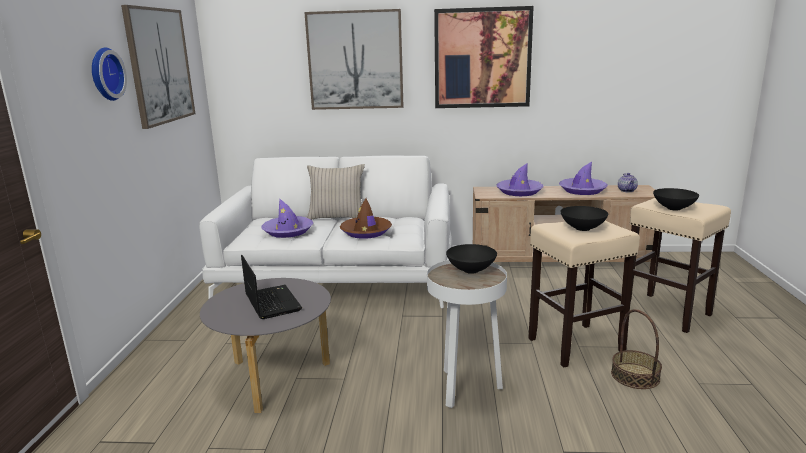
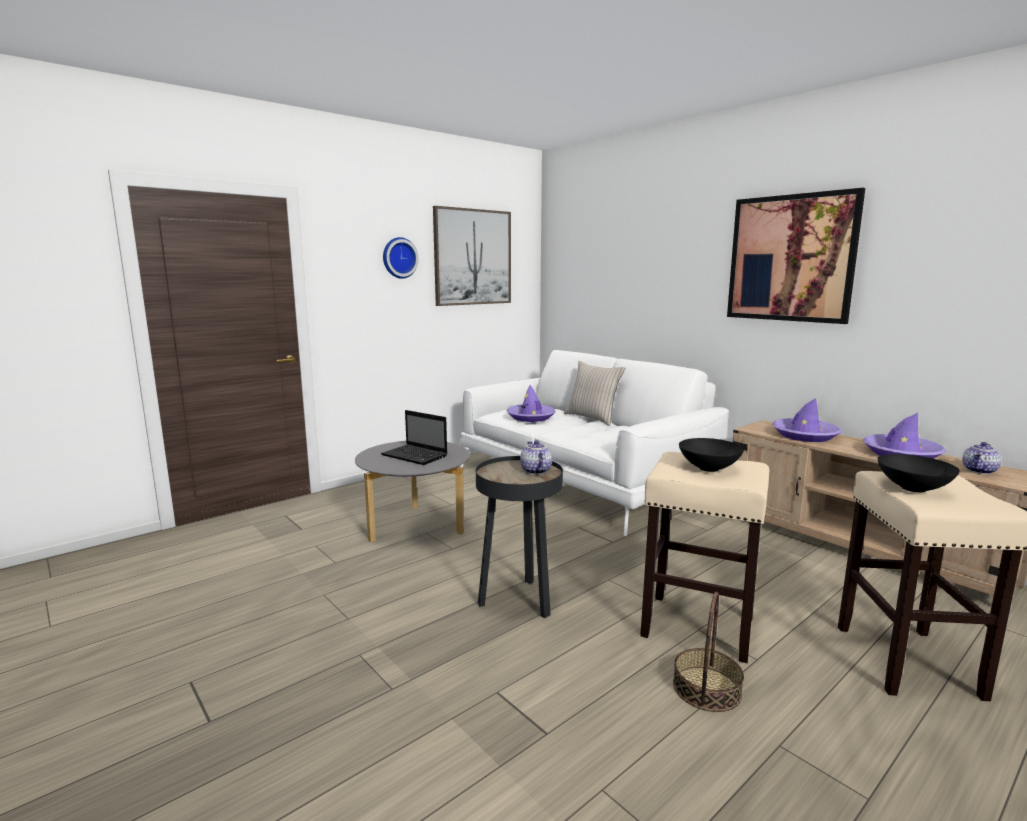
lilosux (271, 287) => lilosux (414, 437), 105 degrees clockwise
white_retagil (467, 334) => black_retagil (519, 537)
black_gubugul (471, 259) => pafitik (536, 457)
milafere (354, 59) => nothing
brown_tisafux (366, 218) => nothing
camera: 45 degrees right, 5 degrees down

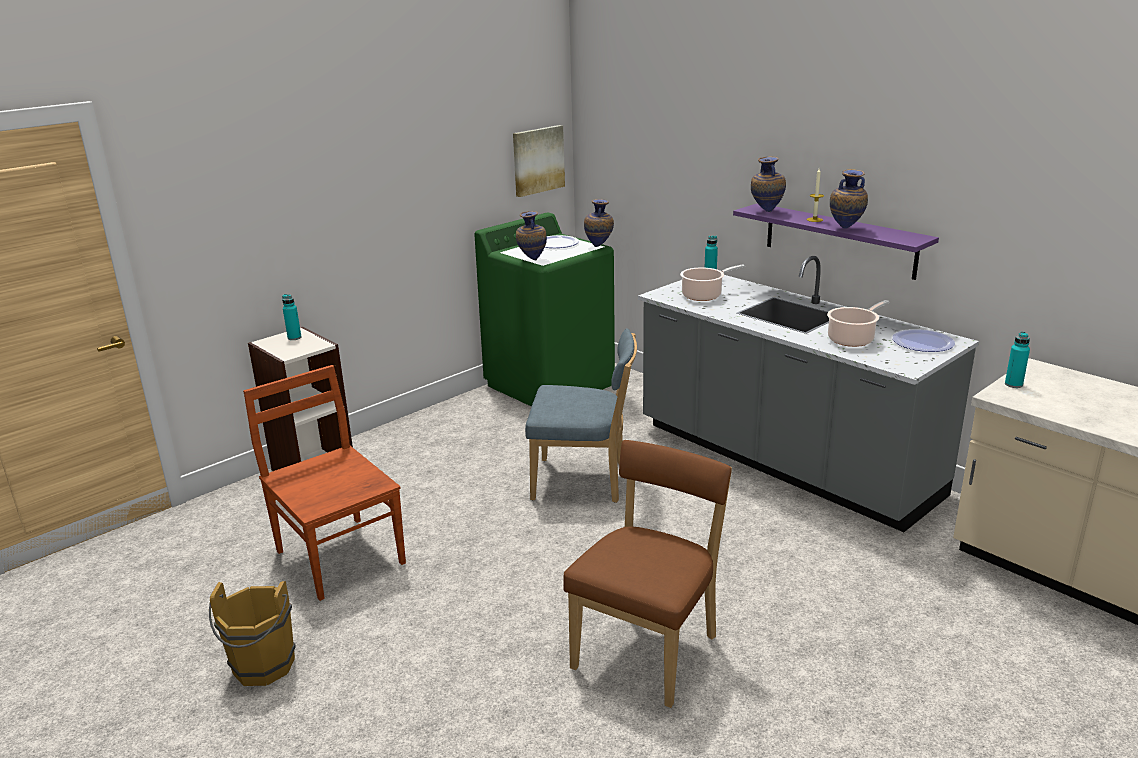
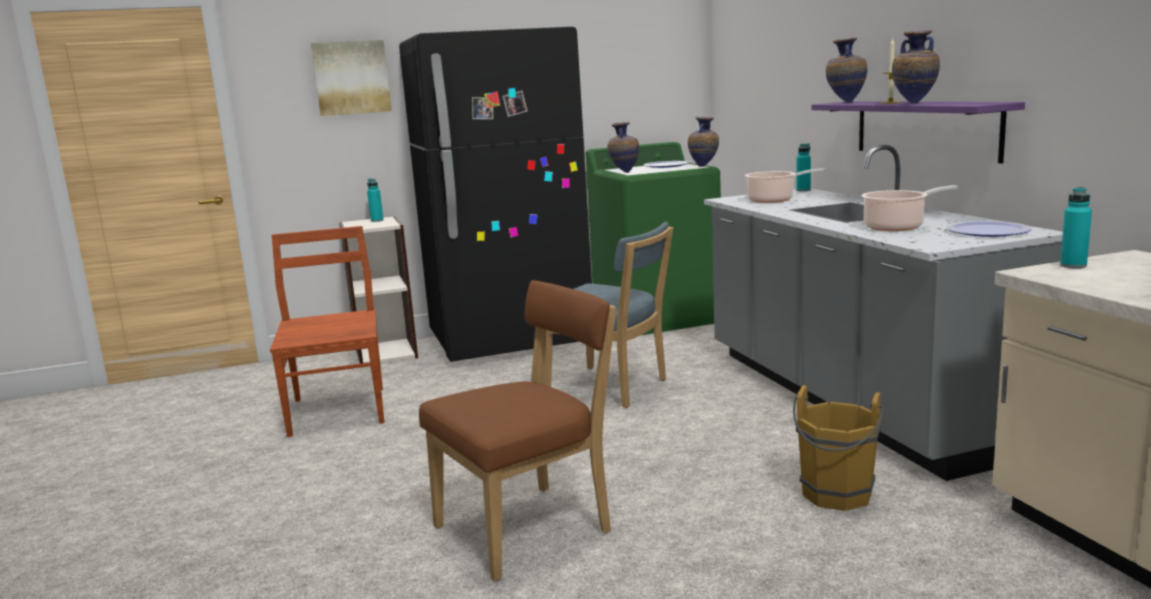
milafere (539, 161) => milafere (351, 78), move
nothing => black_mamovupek (495, 194)
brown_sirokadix (252, 633) => brown_sirokadix (838, 448), move
camera: 25 degrees right, 10 degrees down

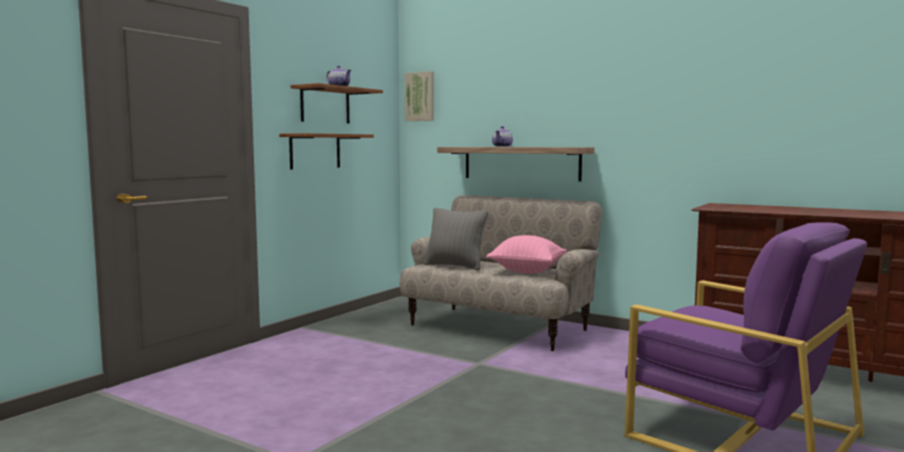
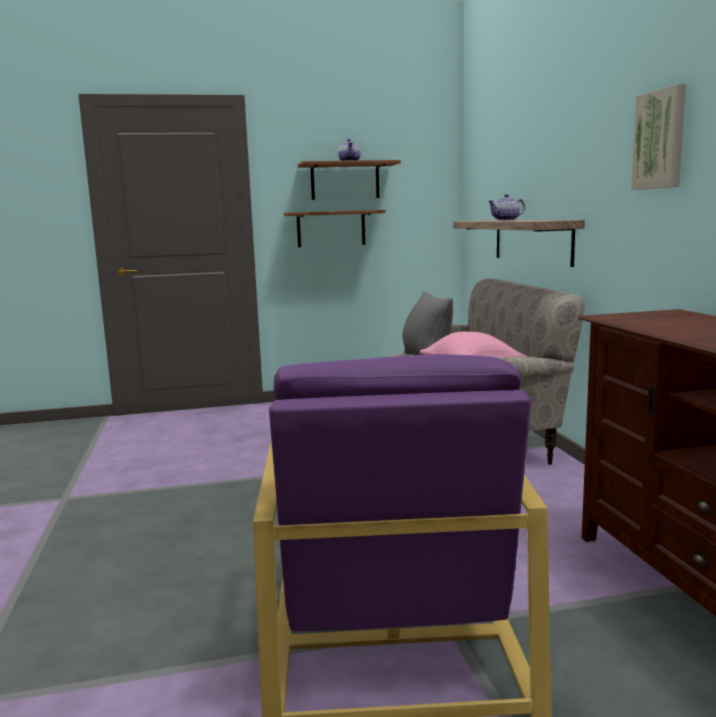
milafere (419, 96) => milafere (658, 137), move
camera: 45 degrees right, 5 degrees up

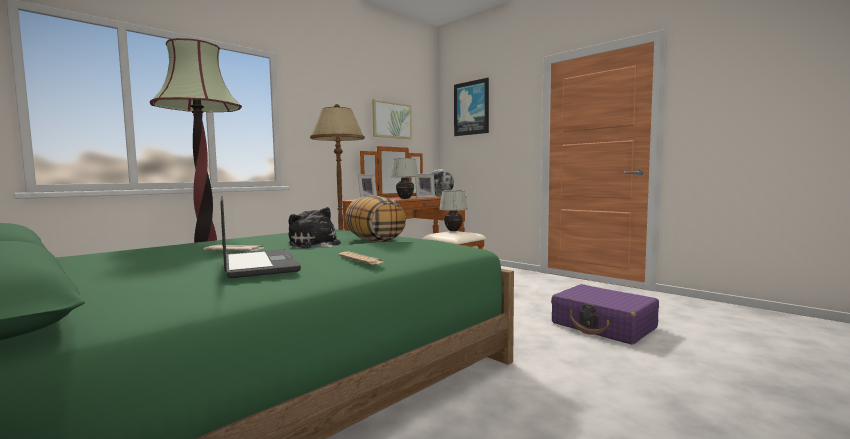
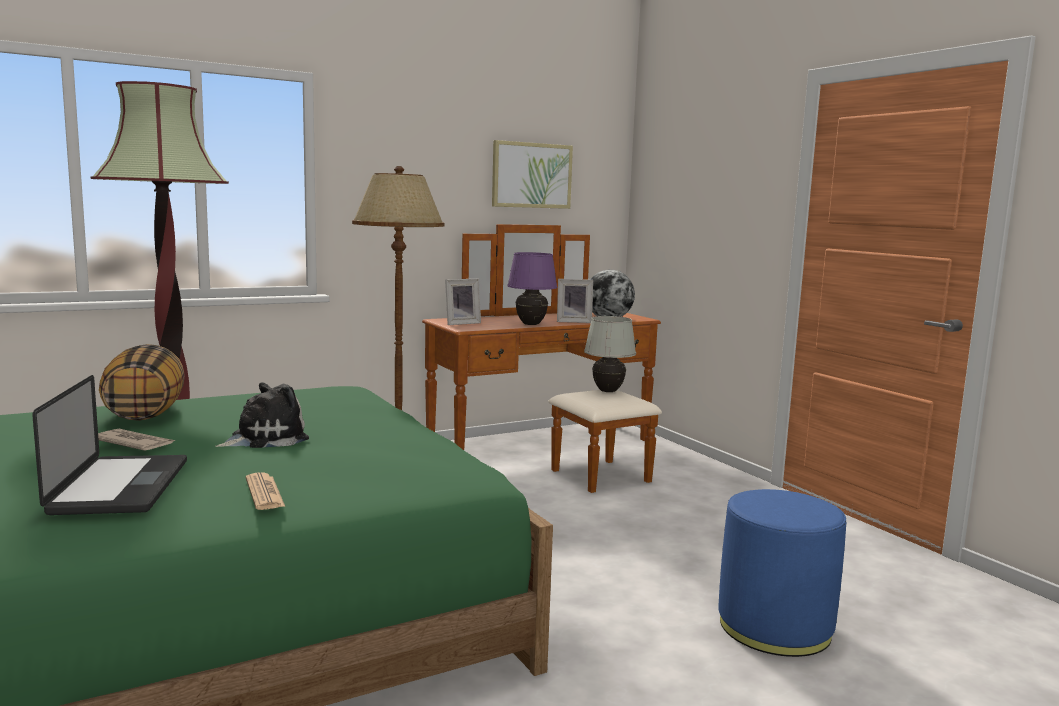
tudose (375, 218) => tudose (142, 382), move
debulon (314, 227) => debulon (262, 415), 75 degrees clockwise
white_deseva (405, 178) => purple_deseva (532, 288)
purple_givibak (605, 314) => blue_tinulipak (782, 573)
milafere (471, 107) => nothing
camera: 15 degrees right, 5 degrees up

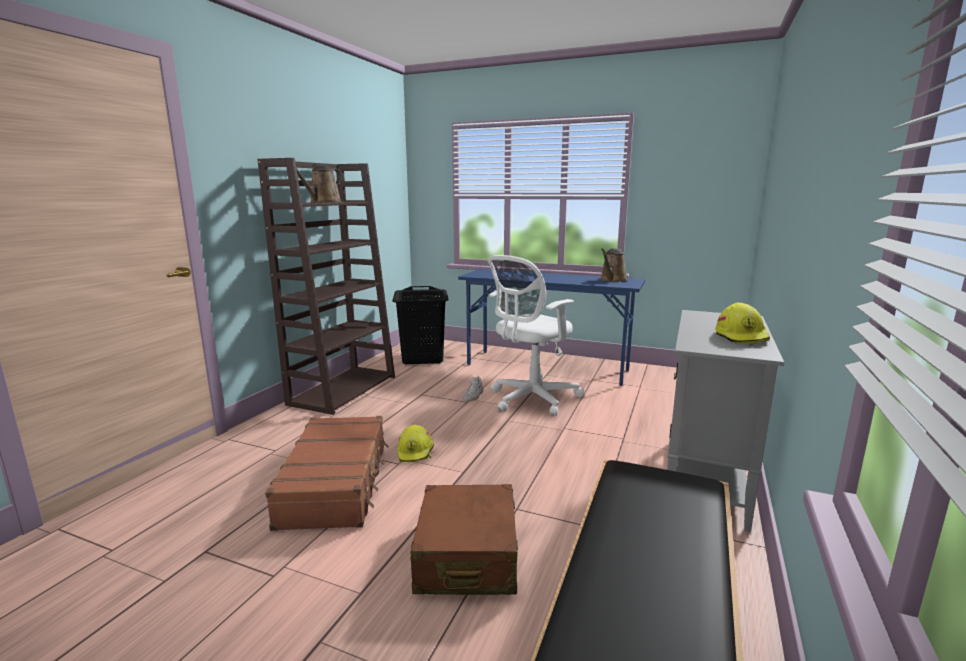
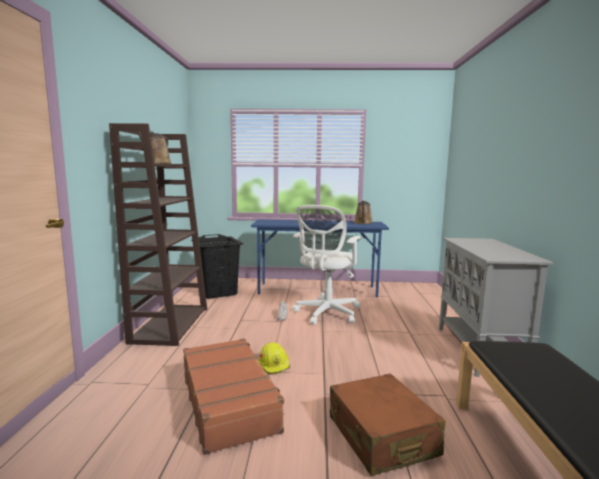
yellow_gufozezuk (742, 323) => nothing
camera: 20 degrees left, 5 degrees down

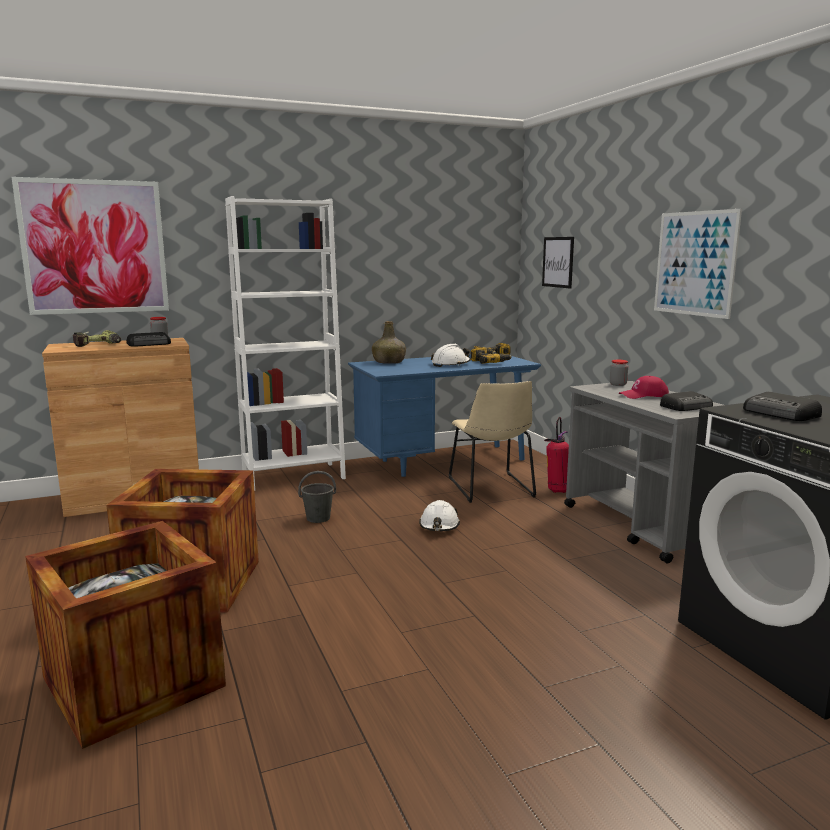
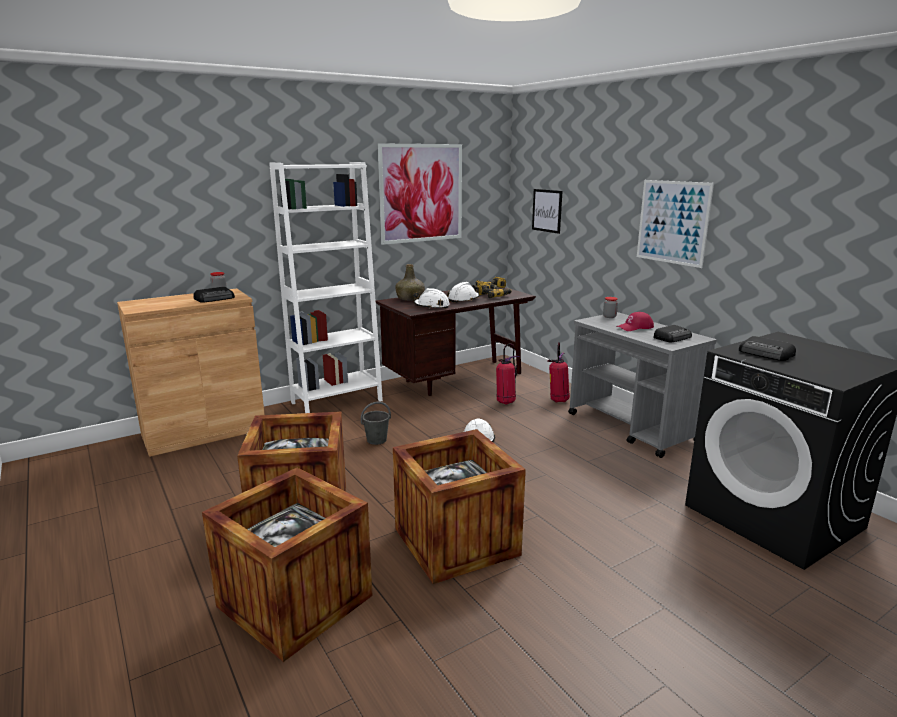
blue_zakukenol (444, 415) => brown_zakukenol (456, 341)
milafere (90, 246) => milafere (420, 194), move
nothing => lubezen (459, 506)
nothing => white_gufozezuk (431, 298)
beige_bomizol (492, 442) => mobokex (507, 374)
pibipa (96, 338) => nothing
camera: 10 degrees left, 5 degrees up

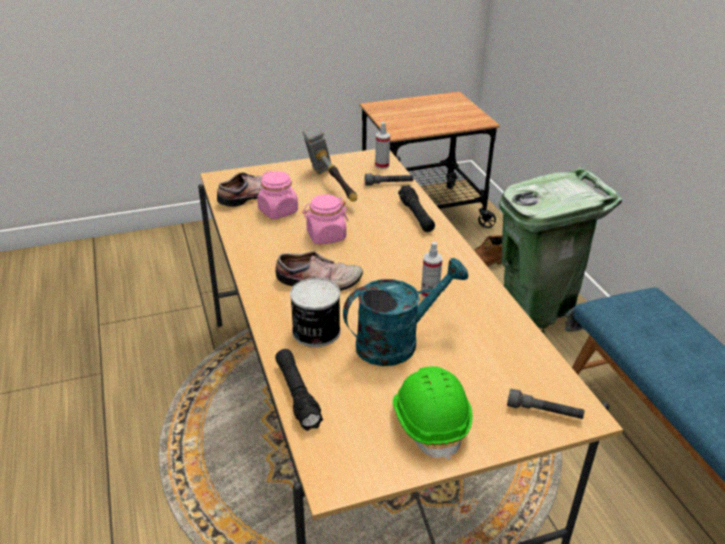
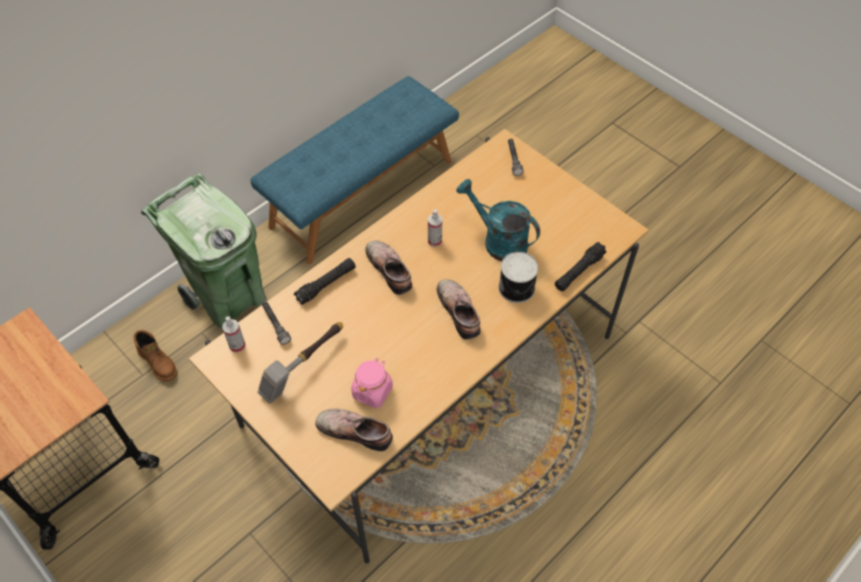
nothing => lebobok (388, 268)
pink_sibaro (325, 219) => nothing
green_gufozezuk (433, 413) => nothing
camera: 115 degrees left, 20 degrees up

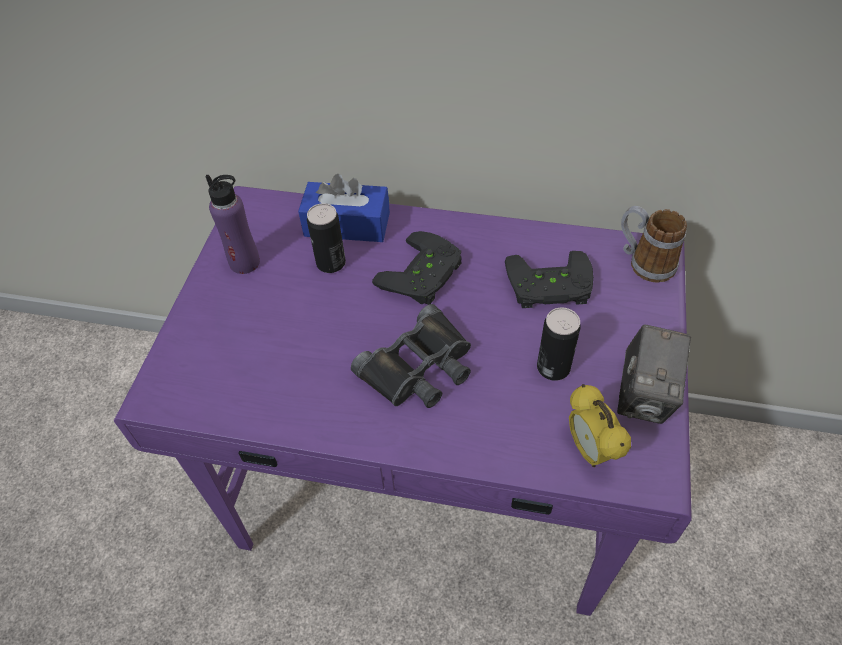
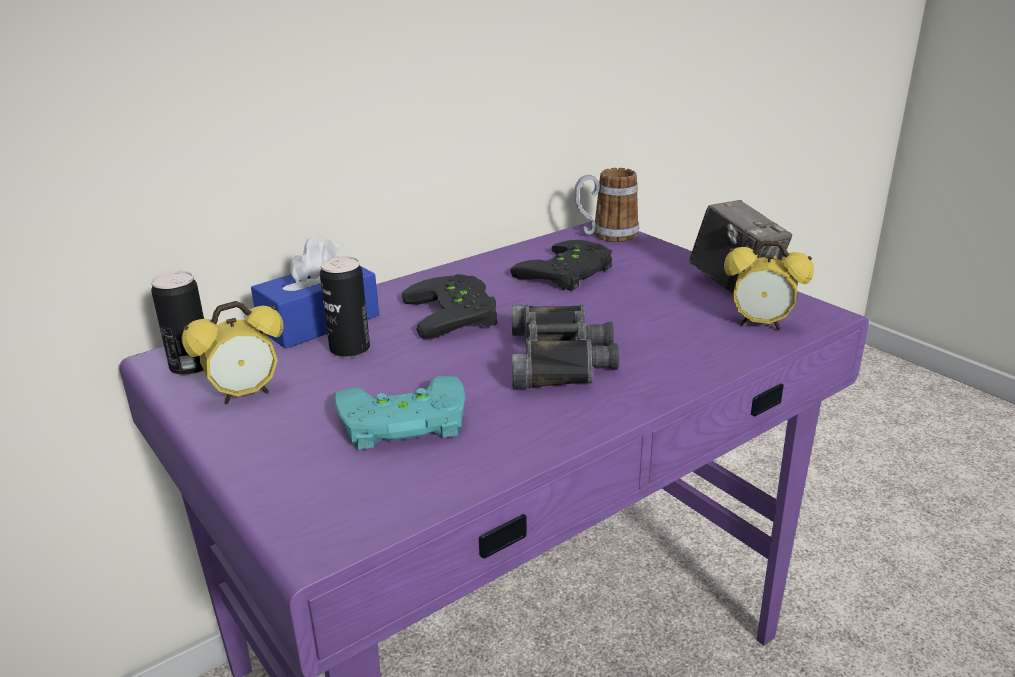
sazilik (559, 344) => sazilik (177, 323), move
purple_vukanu (233, 224) => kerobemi (232, 352)
nothing => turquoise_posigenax (399, 413)
camera: 50 degrees left, 25 degrees down

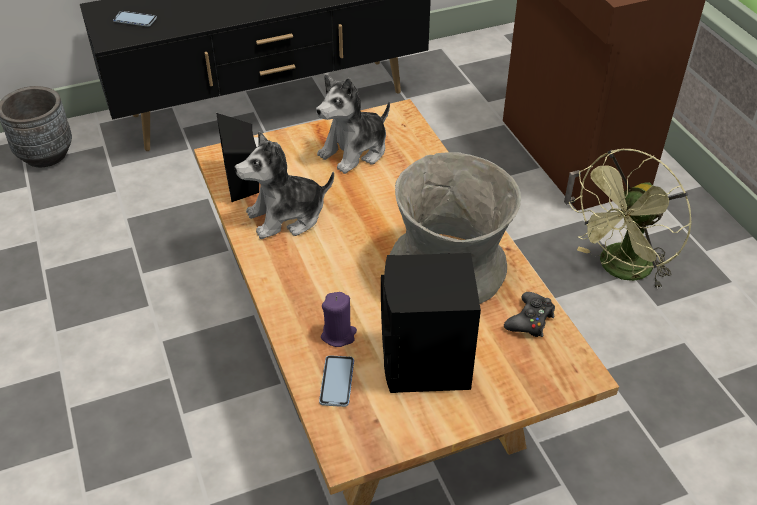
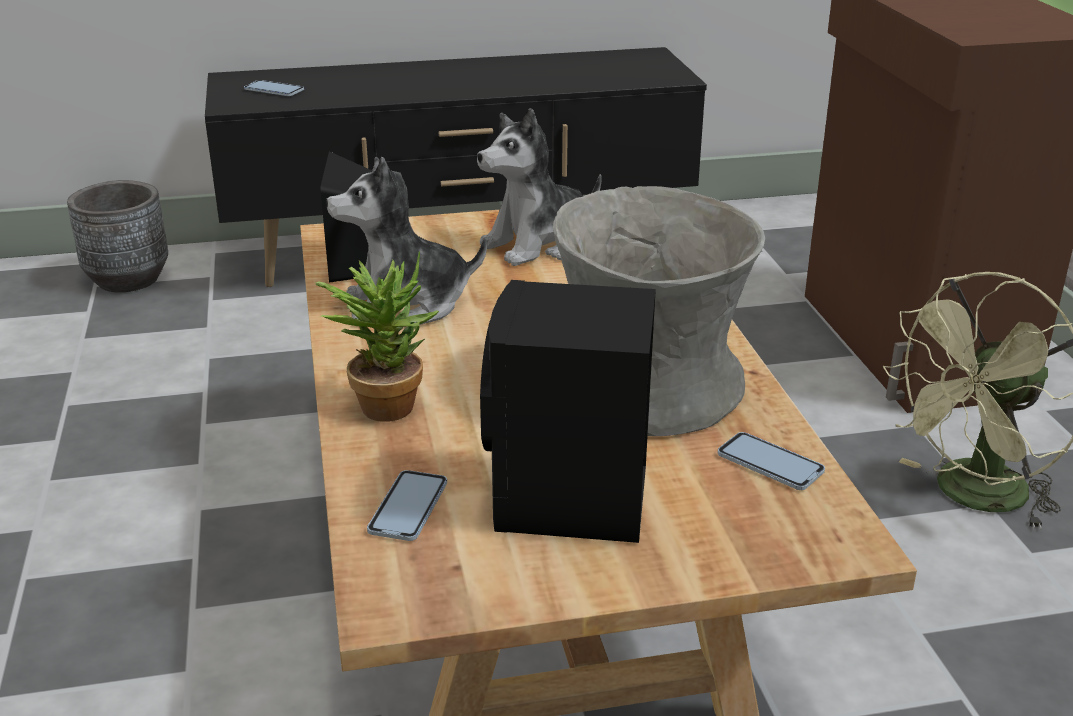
nothing => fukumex (377, 336)
black_posigenax (529, 314) => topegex (771, 461)
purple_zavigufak (339, 319) => nothing
camera: 10 degrees right, 15 degrees down

